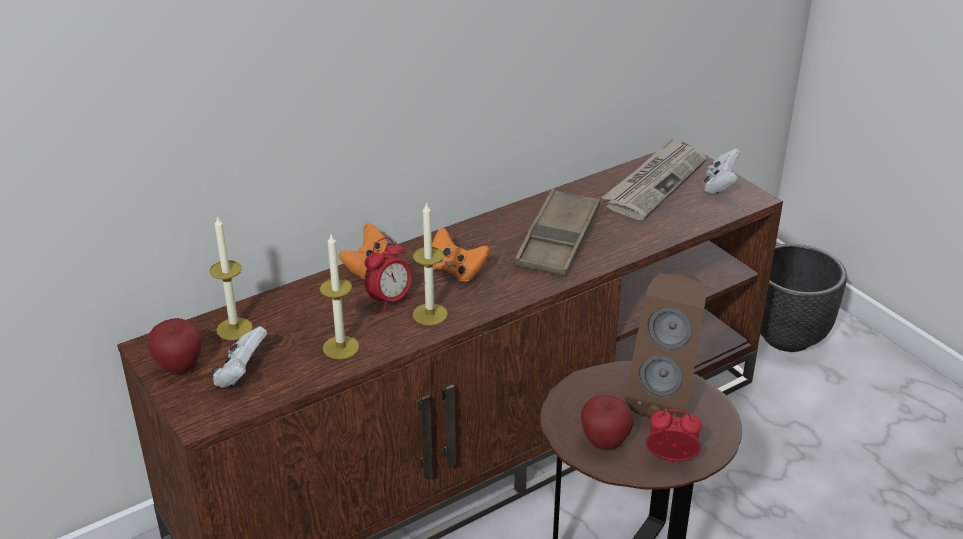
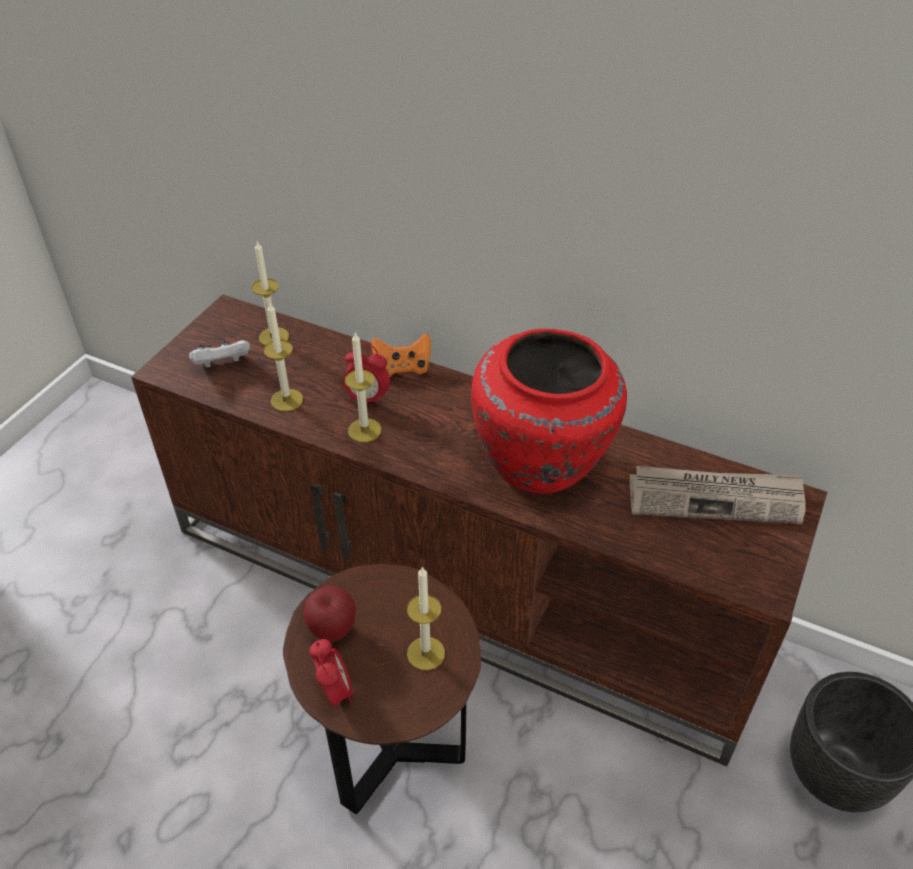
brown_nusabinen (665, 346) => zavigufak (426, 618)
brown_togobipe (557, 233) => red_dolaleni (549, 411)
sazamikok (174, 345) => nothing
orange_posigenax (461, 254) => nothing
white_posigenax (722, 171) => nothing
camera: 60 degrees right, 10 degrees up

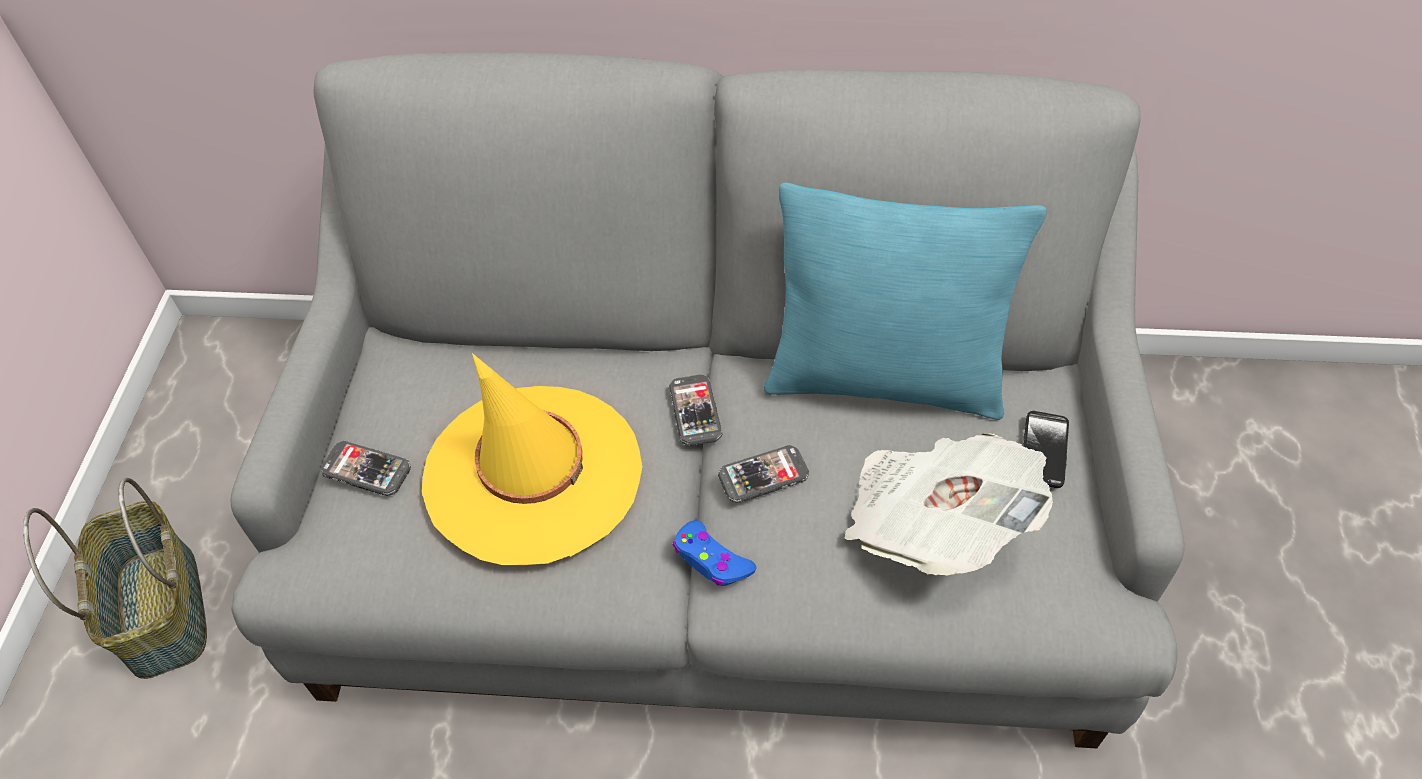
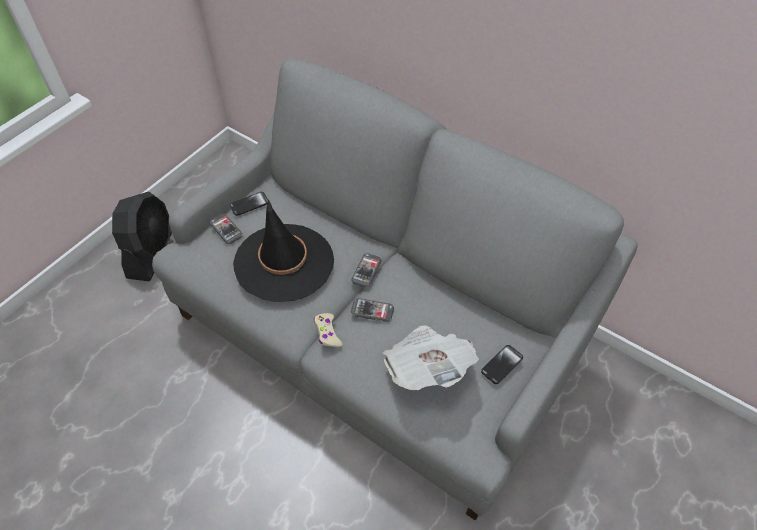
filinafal (115, 578) => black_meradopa (142, 236)
nothing => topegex (249, 204)
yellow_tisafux (532, 459) => black_tisafux (283, 250)
blue_posigenax (715, 553) => beige_posigenax (328, 330)
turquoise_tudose (905, 301) => nothing
camera: 30 degrees right, 0 degrees up

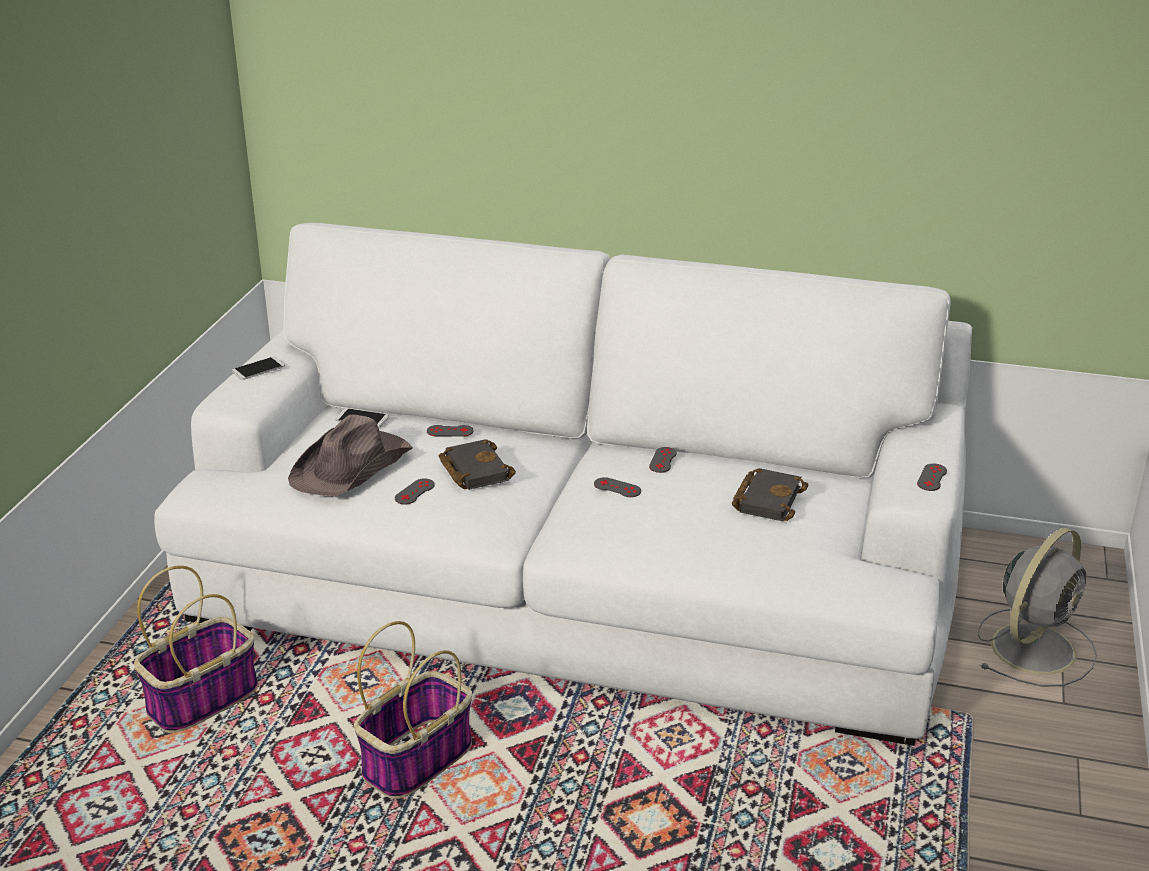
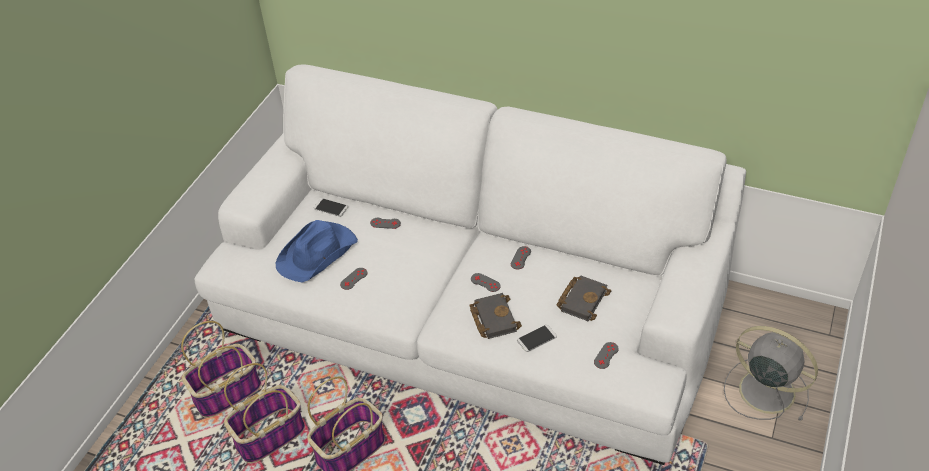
nothing => filinafal (264, 413)
brown_tisafux (350, 456) => blue_tisafux (316, 251)
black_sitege (477, 464) => black_sitege (495, 316), move
topegex (258, 368) => topegex (537, 338), move
grey_posigenax (932, 477) => grey_posigenax (606, 355), move
grey_meradopa (1037, 607) => grey_meradopa (771, 373), 105 degrees counterclockwise
camera: 10 degrees right, 15 degrees up

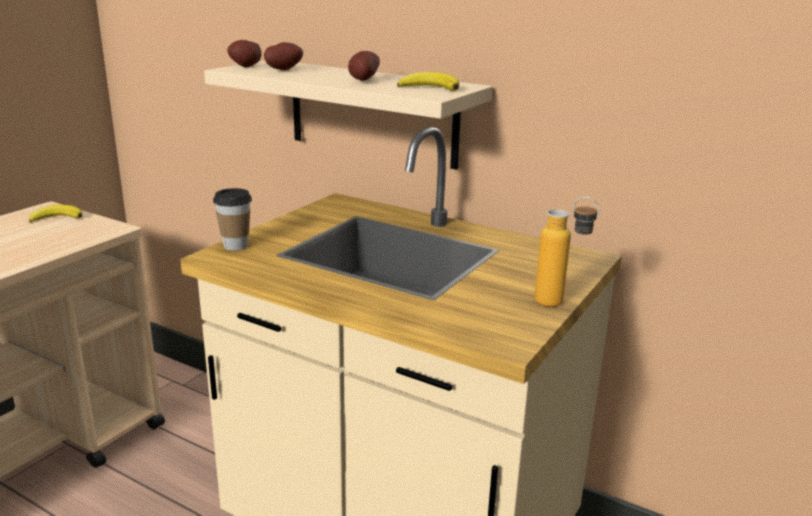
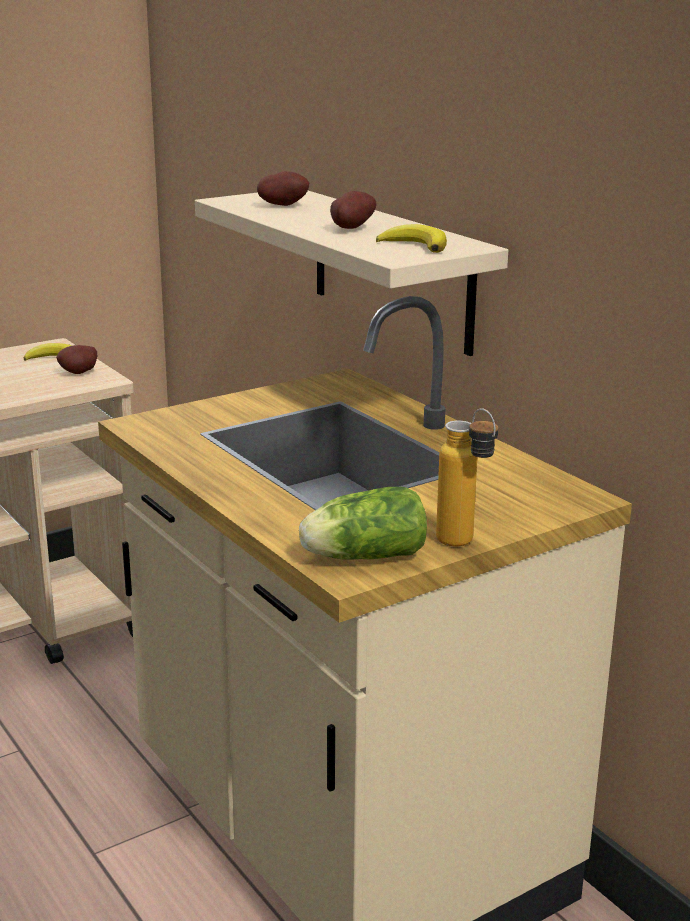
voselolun (244, 54) => voselolun (76, 359), move
nothing => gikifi (363, 523)
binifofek (232, 219) => nothing
camera: 25 degrees right, 0 degrees up

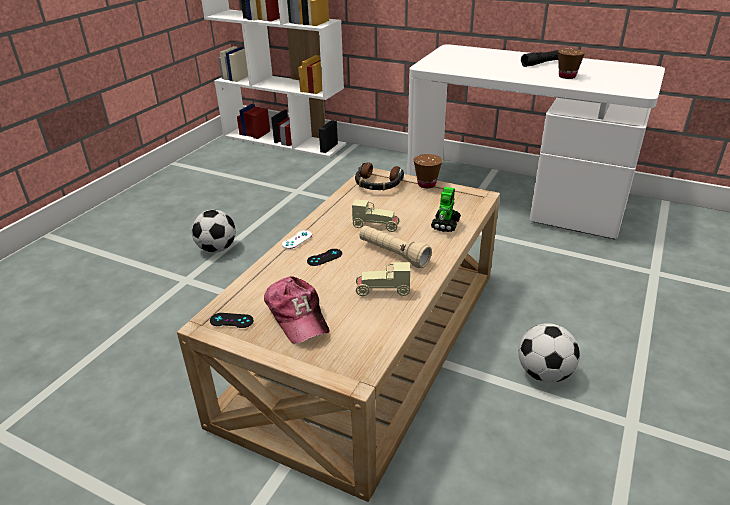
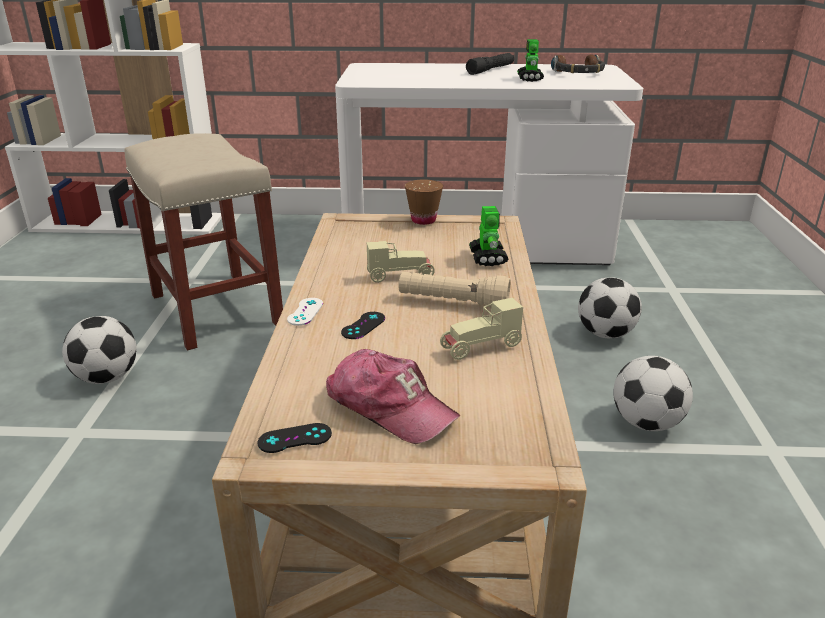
nothing => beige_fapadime (204, 242)
brown_binifofek (571, 63) => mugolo (530, 60)
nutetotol (379, 176) => nutetotol (578, 63), move
nothing => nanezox (610, 307)
camera: 25 degrees left, 5 degrees down

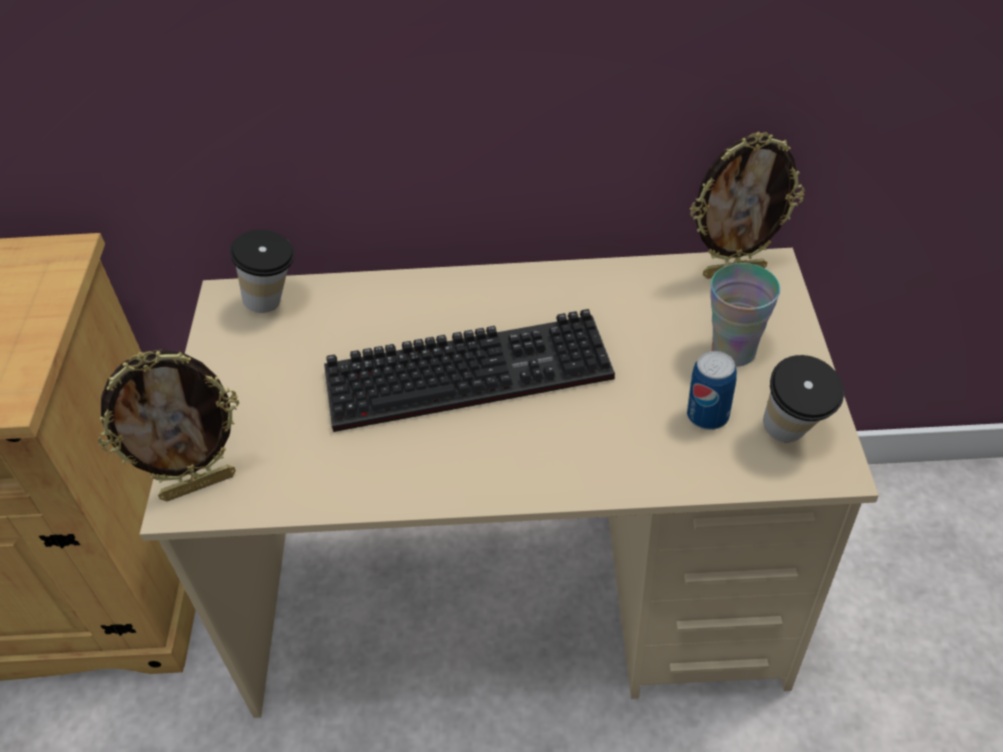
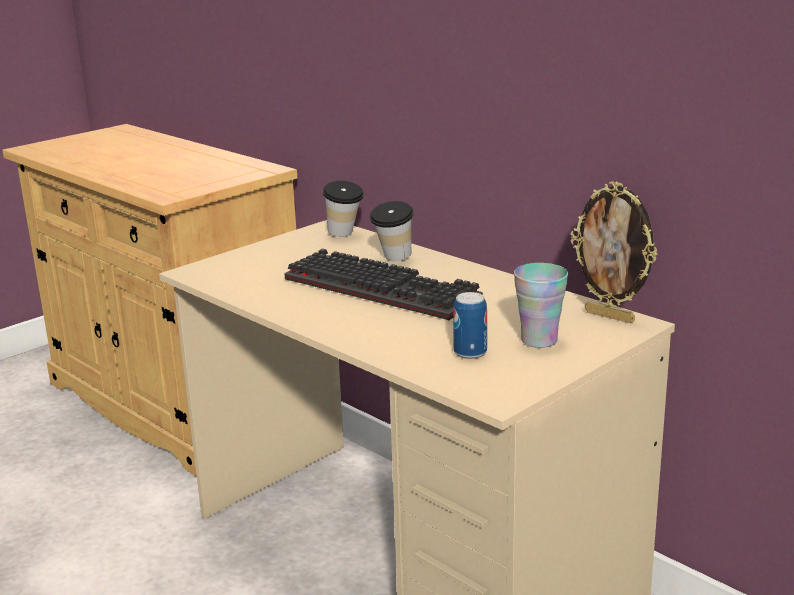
binifofek (803, 398) => binifofek (391, 231), move
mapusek (168, 425) => nothing
camera: 45 degrees right, 25 degrees down

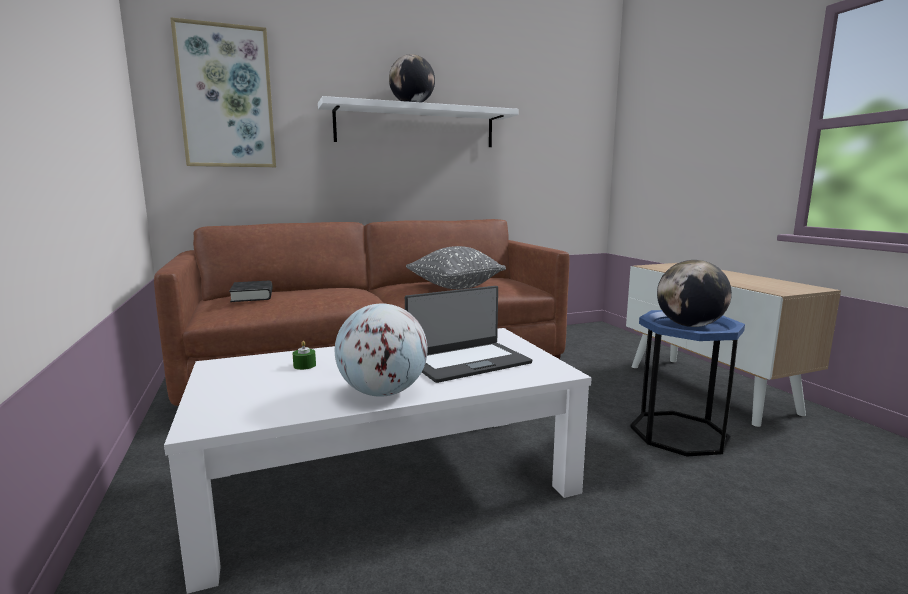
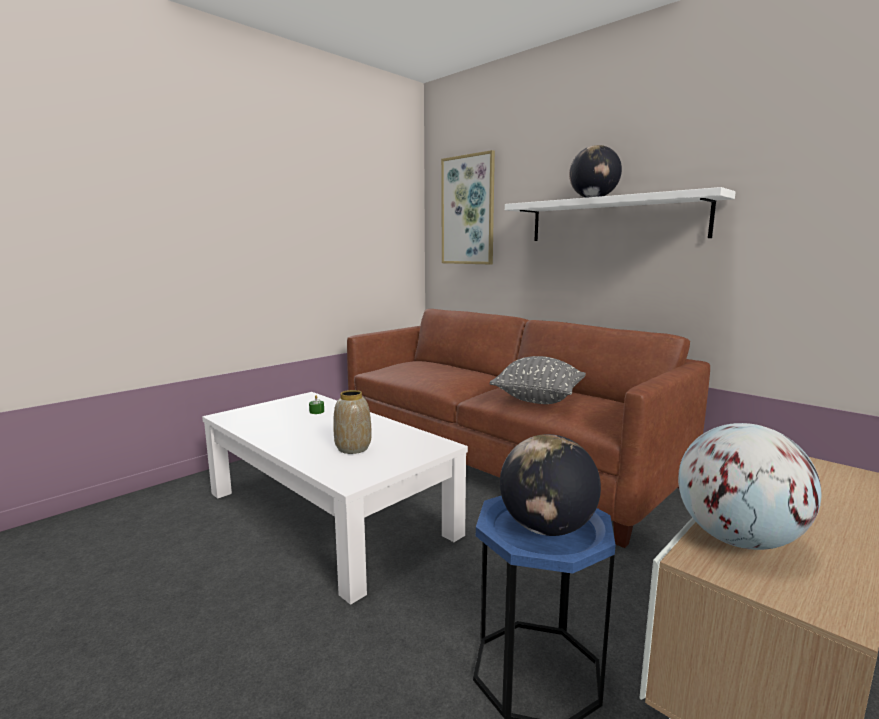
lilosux (468, 334) => dolaleni (352, 422)
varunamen (381, 350) => varunamen (750, 486), move
black_sitege (251, 291) => nothing
camera: 65 degrees right, 0 degrees up

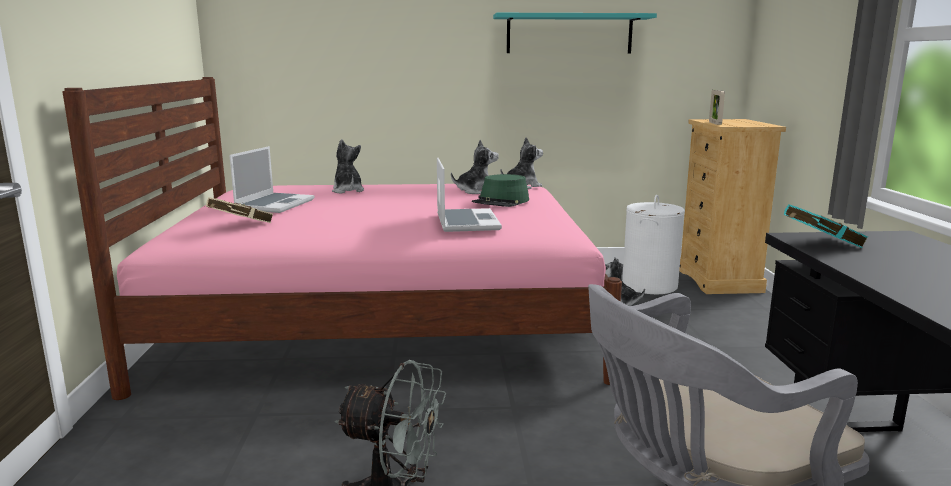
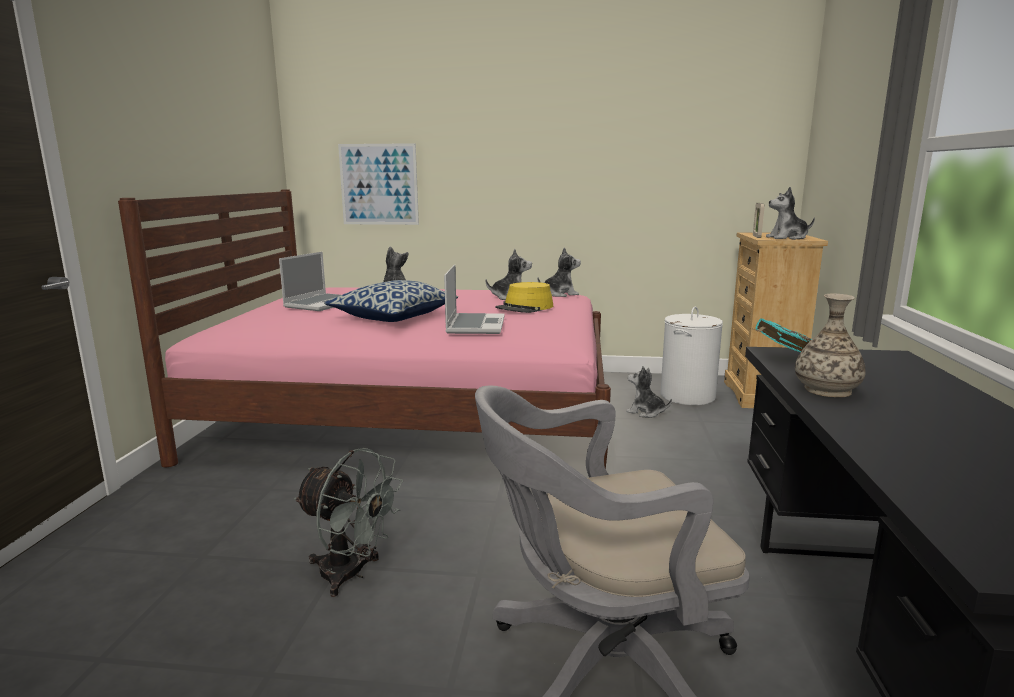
nothing => tudose (391, 301)
nothing => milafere (378, 184)
green_tisafux (500, 190) => yellow_tisafux (524, 297)
nothing => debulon (790, 213)
nothing => dolaleni (830, 345)
beige_sitege (239, 210) => nothing
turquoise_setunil (575, 33) => nothing
camera: 10 degrees right, 0 degrees up

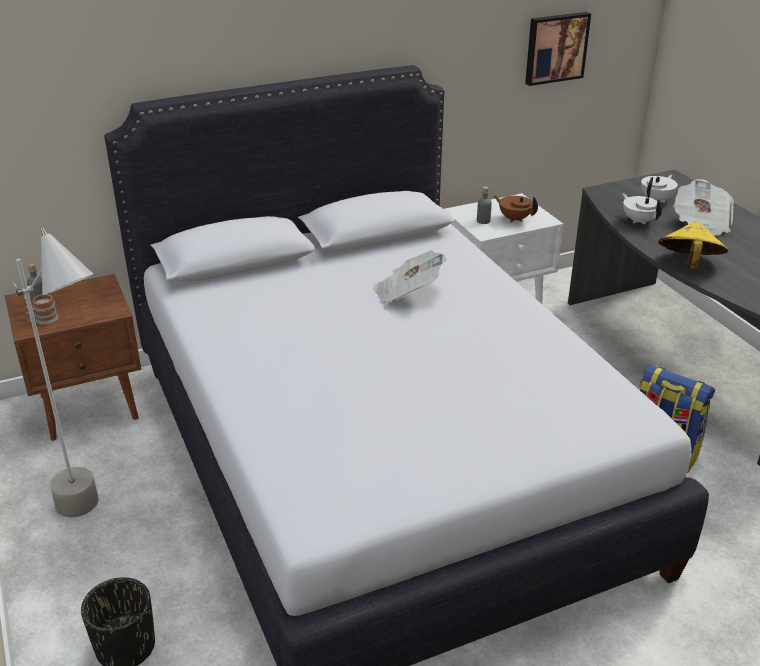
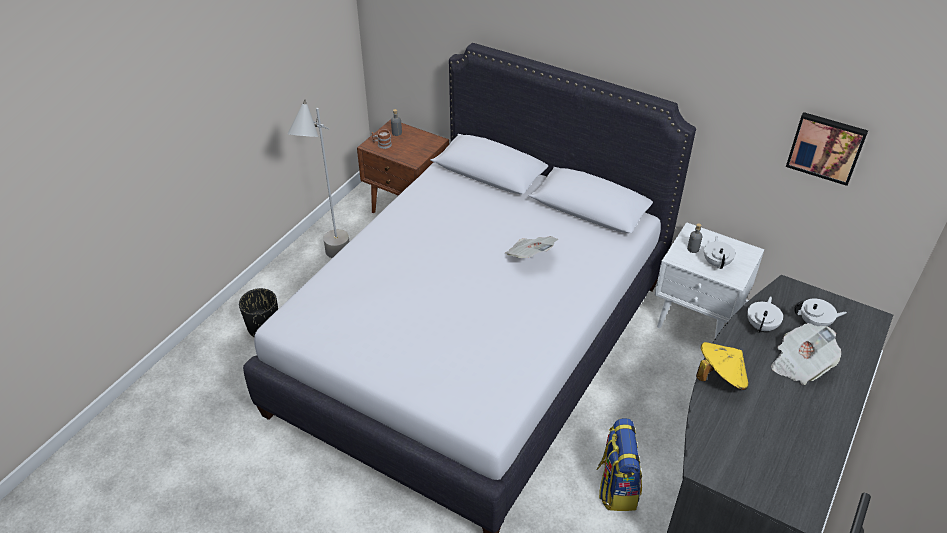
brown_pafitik (516, 209) => white_pafitik (719, 252)
camera: 55 degrees right, 10 degrees up

